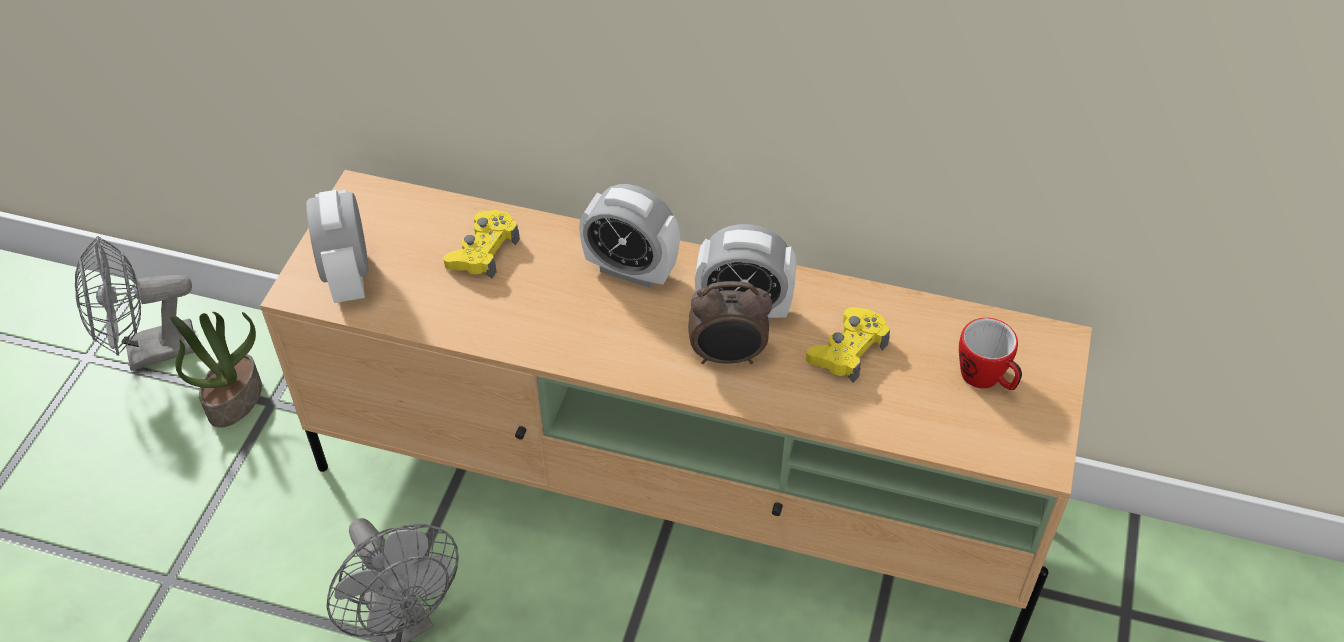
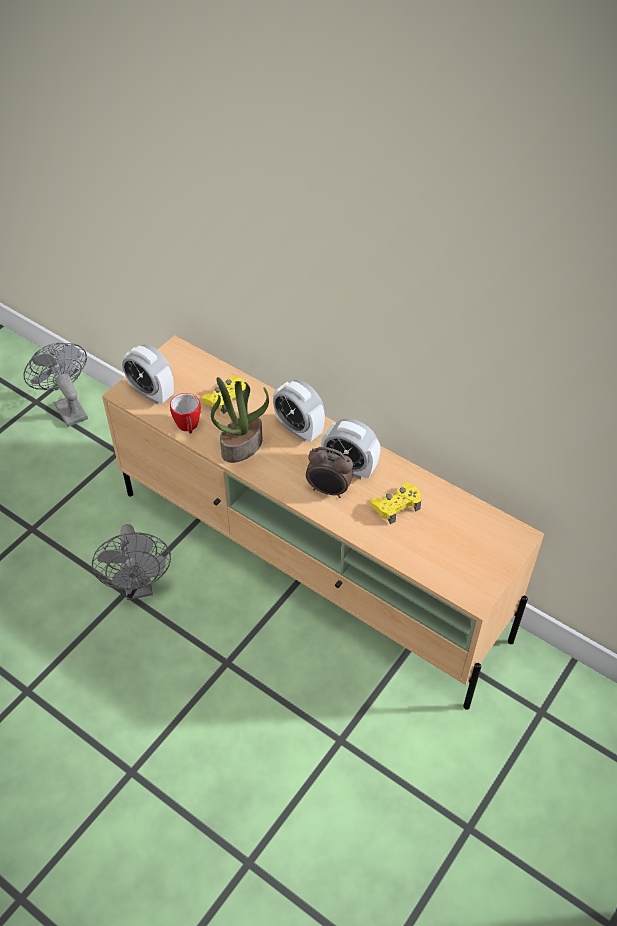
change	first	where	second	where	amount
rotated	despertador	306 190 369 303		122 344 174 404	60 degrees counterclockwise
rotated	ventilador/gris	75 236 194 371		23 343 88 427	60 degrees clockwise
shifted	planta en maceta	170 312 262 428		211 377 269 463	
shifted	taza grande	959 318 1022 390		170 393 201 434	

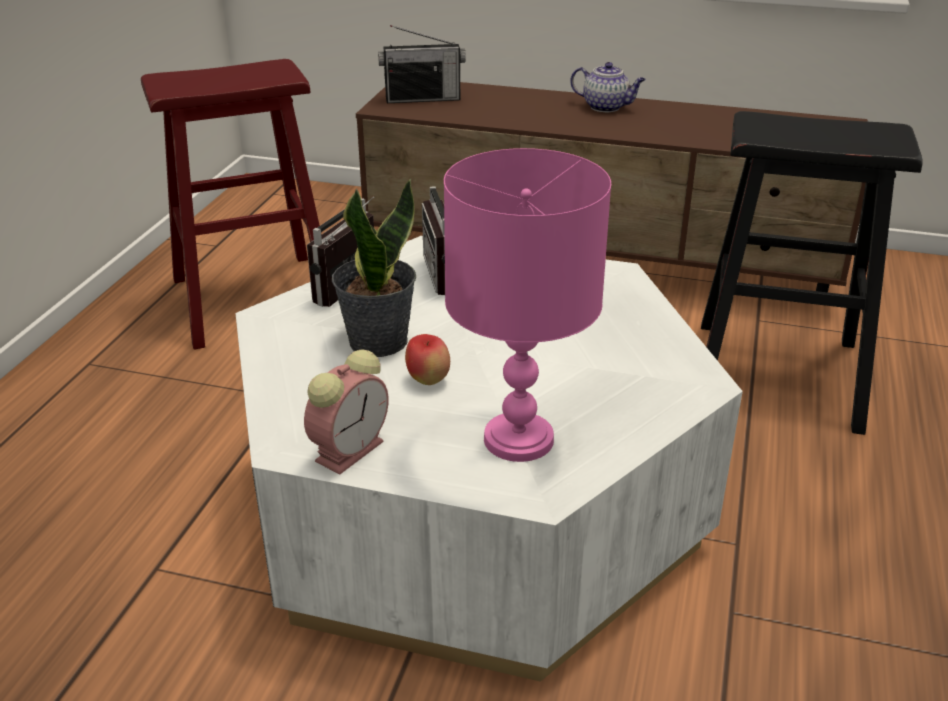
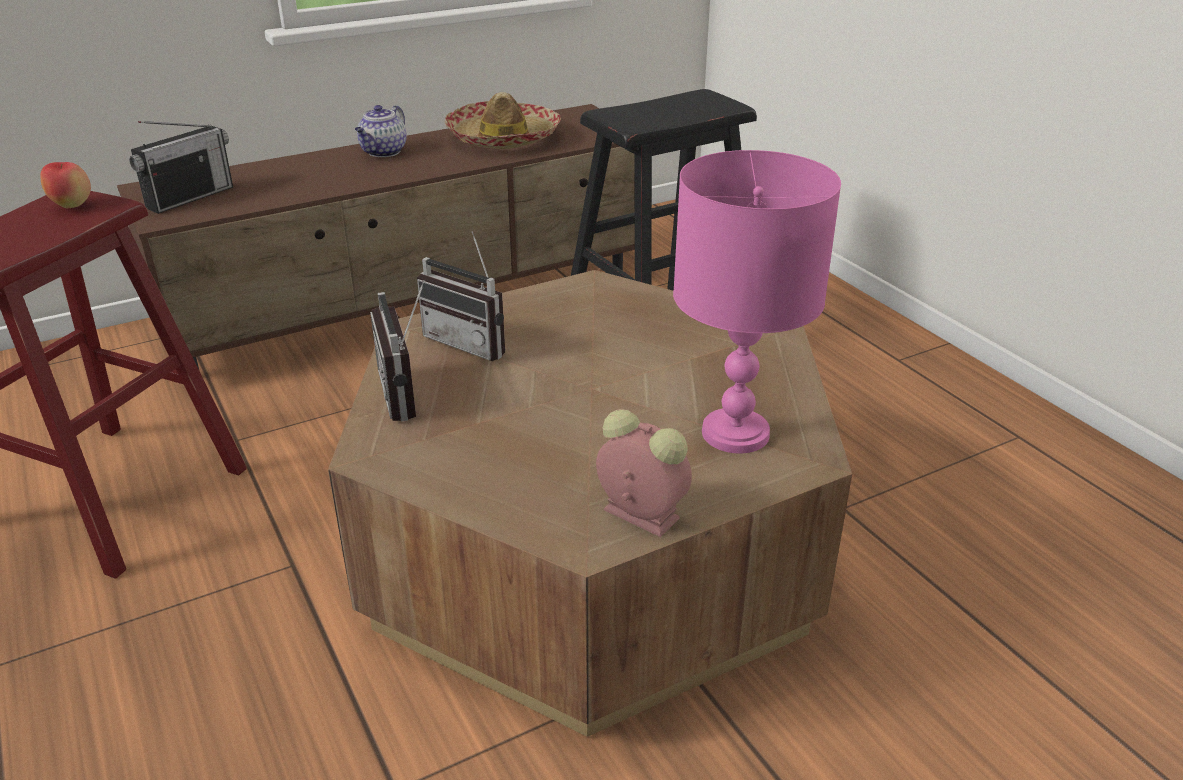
change	first	where	second	where	amount
rotated	tetera	570 62 646 112		355 105 407 157	135 degrees clockwise
gone	planta en maceta	332 179 416 357			
repainted	mesa de centro/blanco	235 236 743 682	mesa de centro/marrón	328 270 852 737	
shifted	manzana	405 334 450 385		40 162 91 208	
rotated	despertador	304 349 389 475		596 409 692 537	45 degrees counterclockwise
new			sombrero	445 92 561 149	

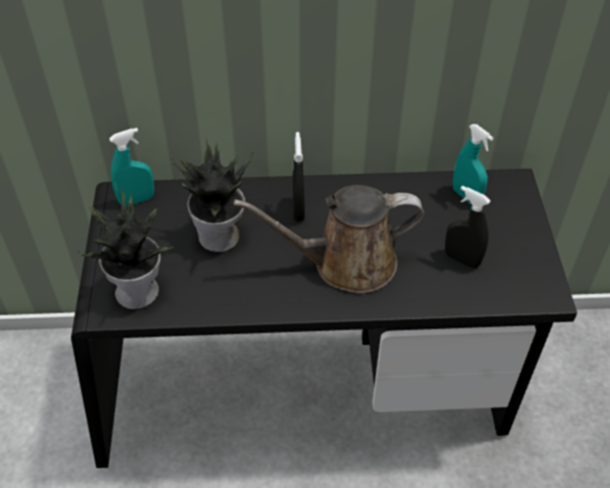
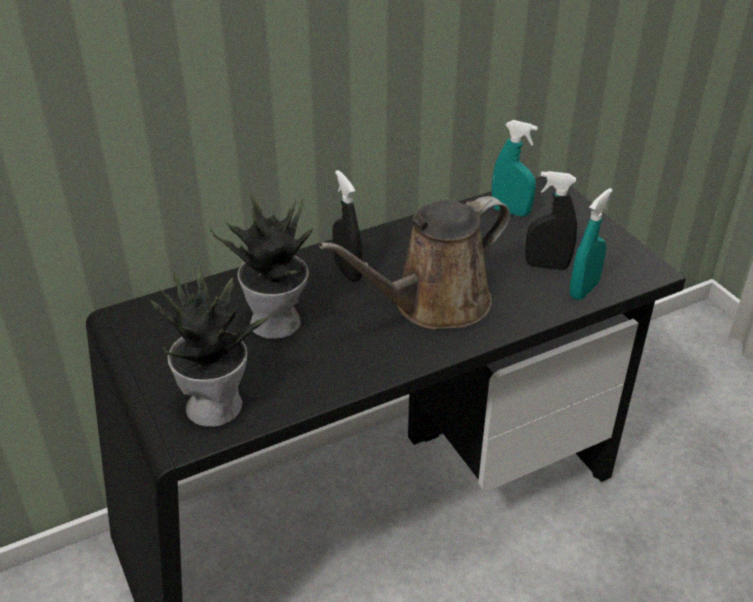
change	first	where	second	where	amount
shifted	pulverizador/turquesa	109 128 154 206		570 188 613 300	

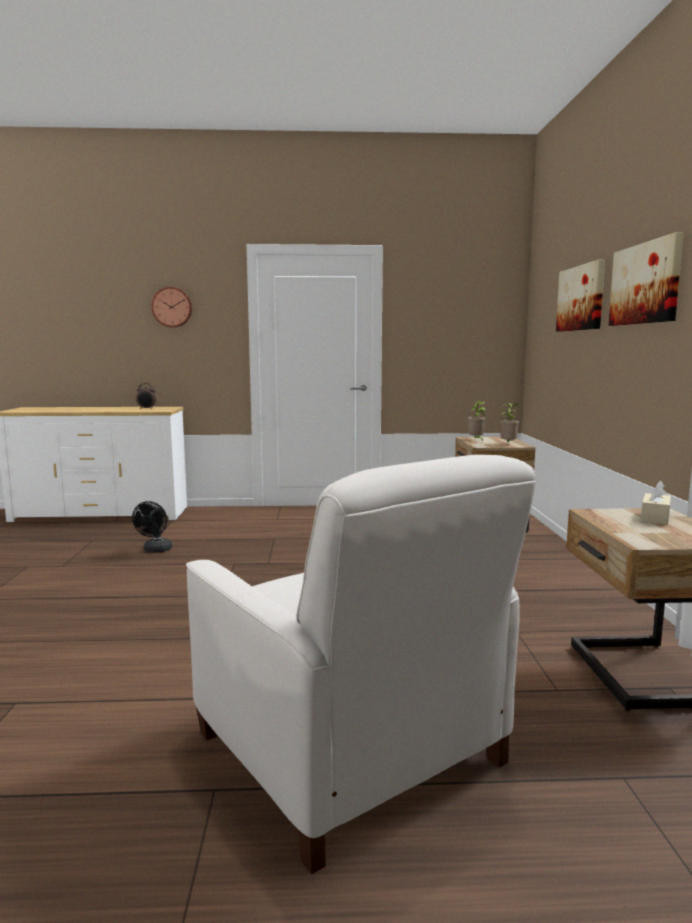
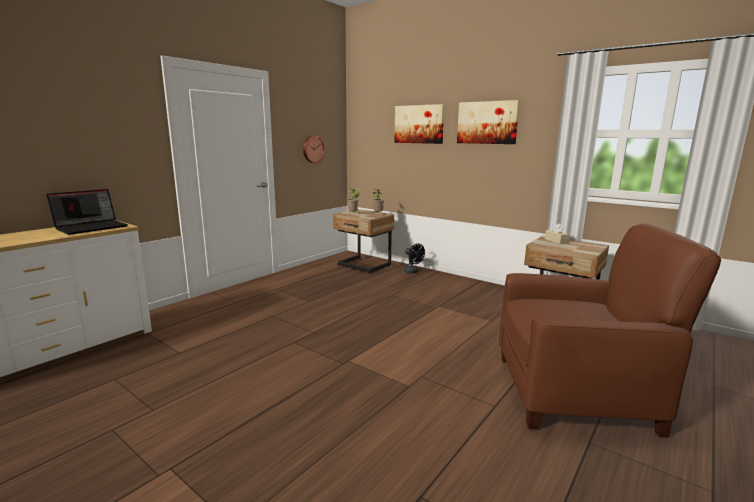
change	first	where	second	where	amount
shifted	reloj de pared	151 287 192 328		303 136 325 163	
swapped	despertador	136 383 156 409	portátil	46 189 128 235	
repainted	sillón/blanco	186 455 536 874	sillón/marrón	499 224 721 438	
shifted	ventilador/negro	132 501 172 553		403 244 425 274	

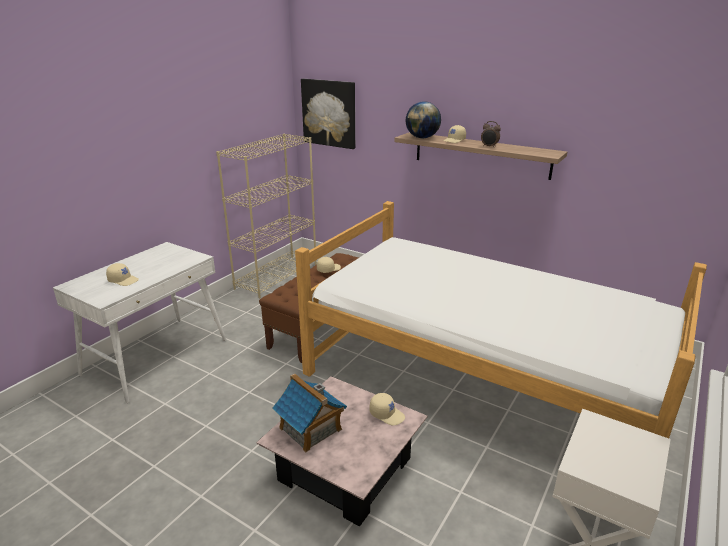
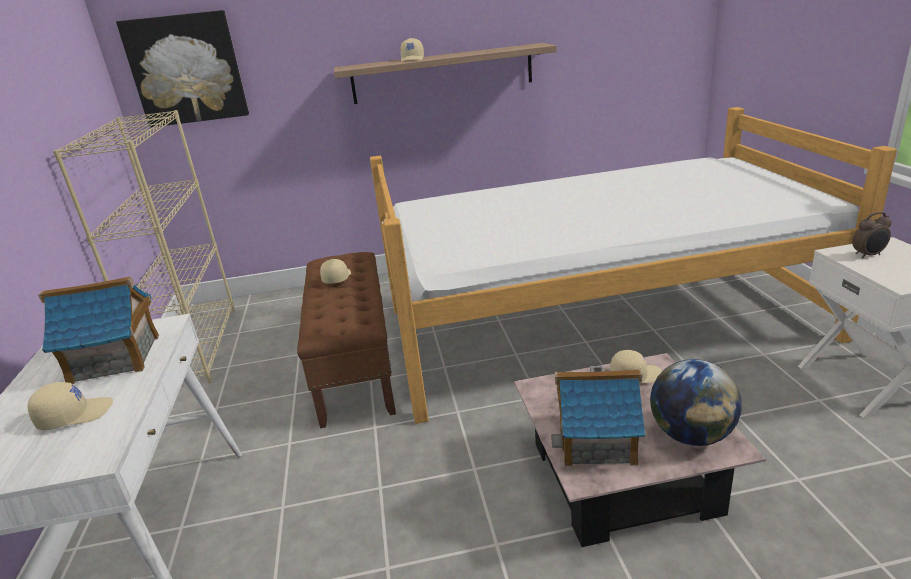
change	first	where	second	where	amount
shifted	globo terráqueo	406 101 441 138		650 359 742 446	
shifted	despertador	481 121 501 147		852 212 892 259	
new			casita	38 276 159 384	

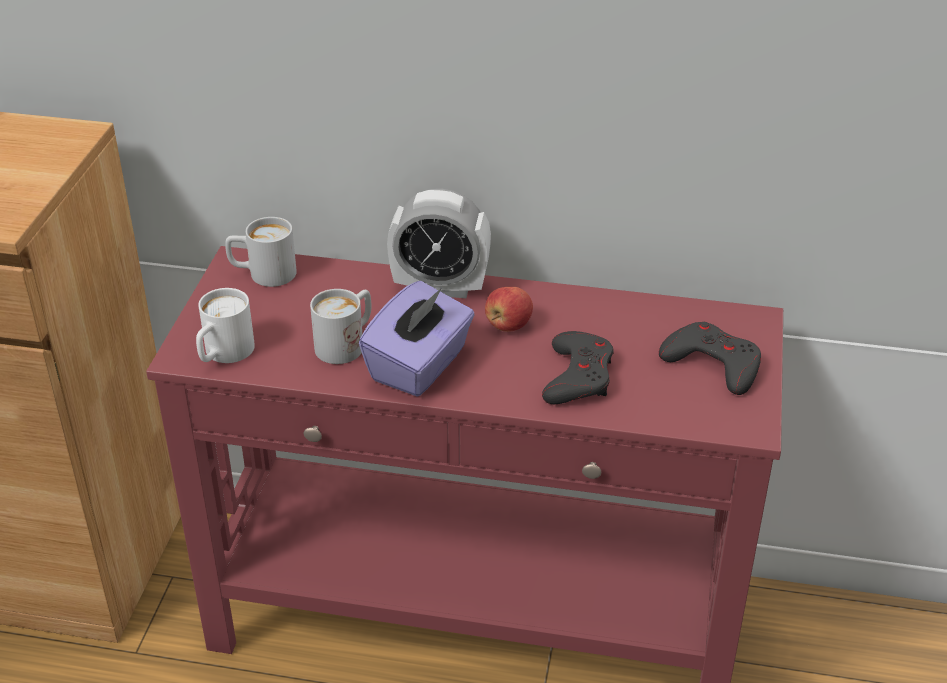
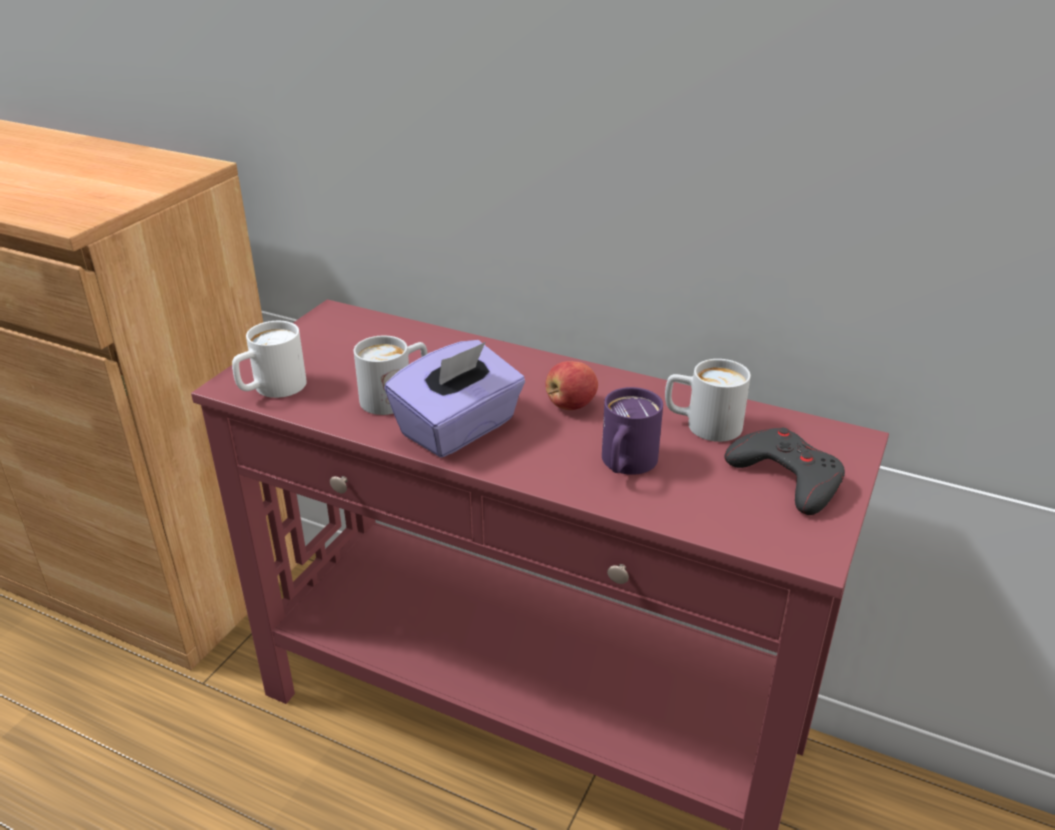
change	first	where	second	where	amount
gone	despertador	387 189 491 298			
shifted	taza grande/blanco	225 217 297 287		665 359 751 442	
swapped	mando de consola/gris	542 331 614 404	taza grande/morado	602 387 663 475	

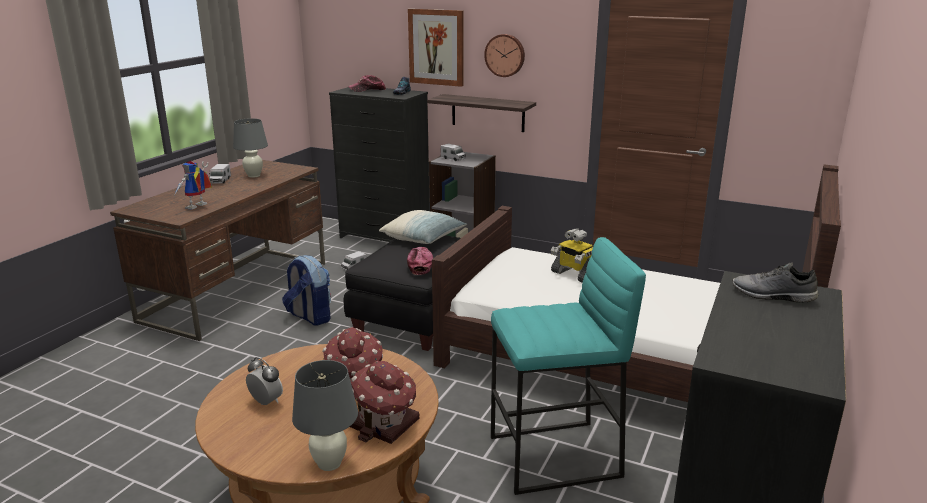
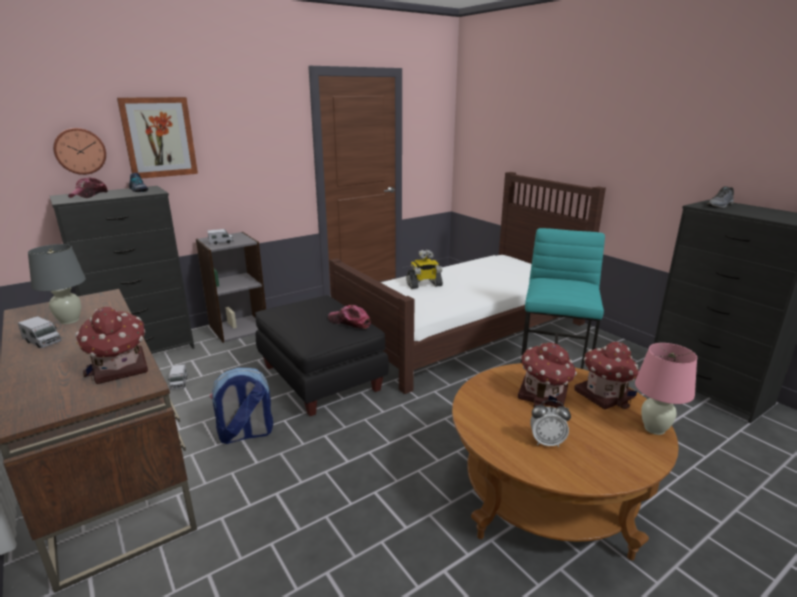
change	first	where	second	where	amount
shifted	reloj de pared	484 34 525 77		53 128 106 175	
gone	estante	427 94 536 132			
swapped	robot de juguete	174 161 212 210	casita	75 306 148 384	
gone	cojín	379 210 467 244			
rotated	despertador	246 357 283 405		530 400 571 447	150 degrees counterclockwise
repainted	lámpara de mesa/gris	292 360 358 471	lámpara de mesa/rosa	635 343 697 435	

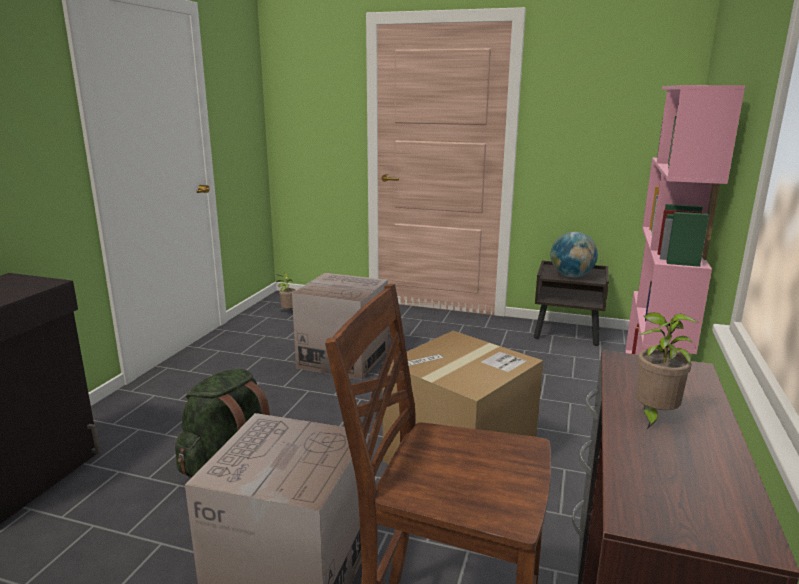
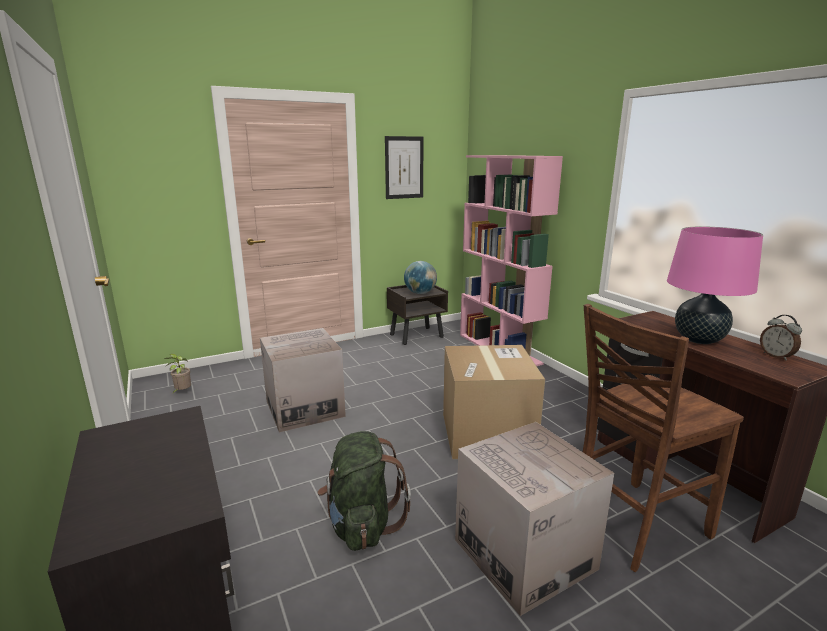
change	first	where	second	where	amount
swapped	planta en maceta	636 312 698 429	lámpara de mesa/rosa	667 227 763 344	
new			cuadro	385 136 424 199	
new			despertador	760 315 802 361	

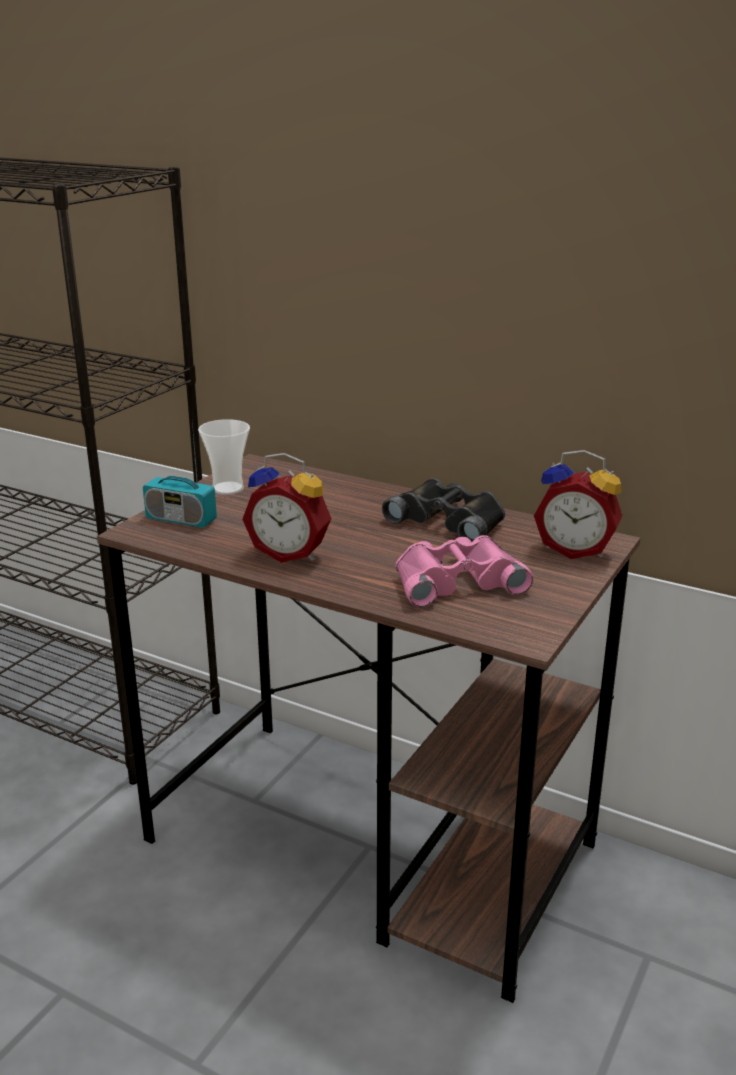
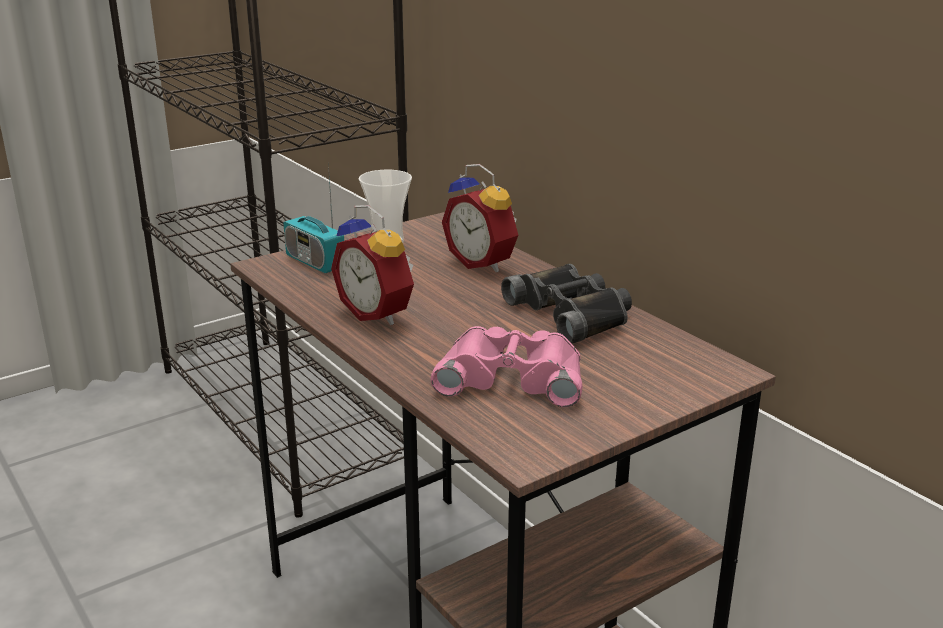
change	first	where	second	where	amount
shifted	despertador	534 450 622 559		442 164 518 273	

